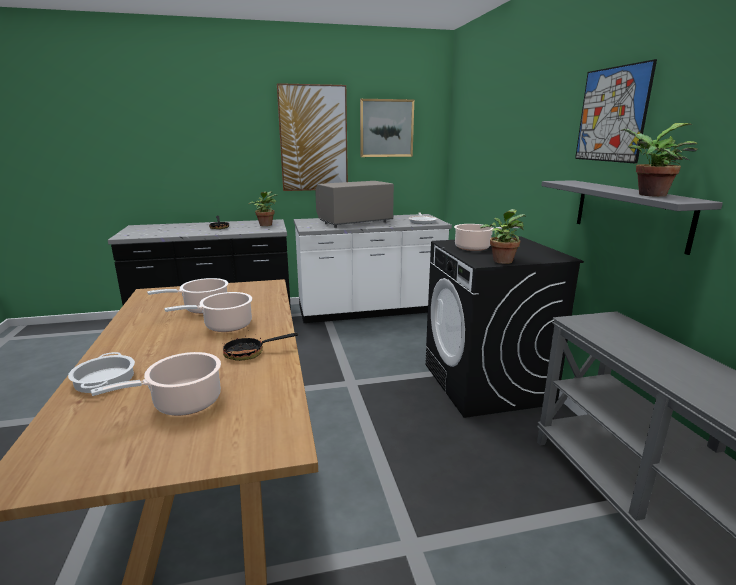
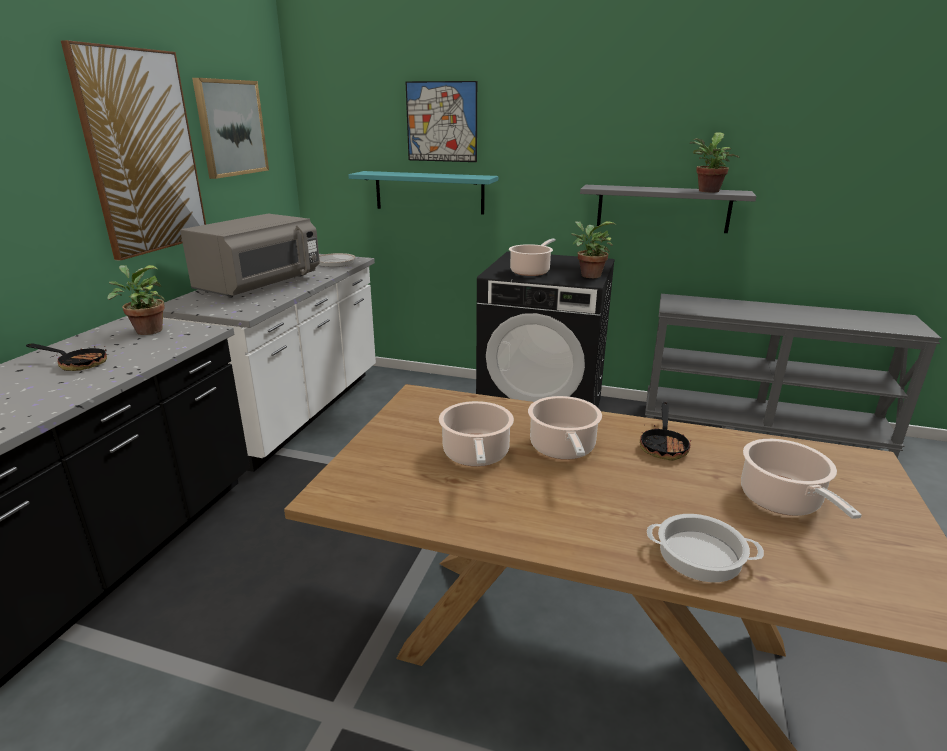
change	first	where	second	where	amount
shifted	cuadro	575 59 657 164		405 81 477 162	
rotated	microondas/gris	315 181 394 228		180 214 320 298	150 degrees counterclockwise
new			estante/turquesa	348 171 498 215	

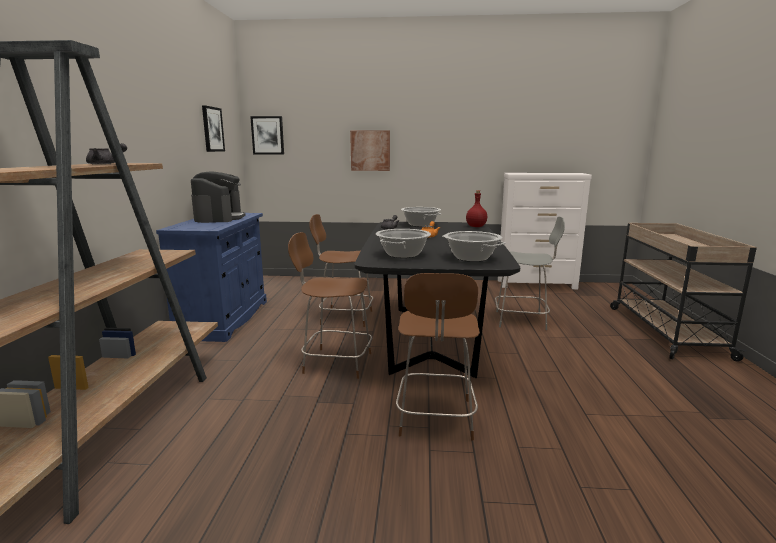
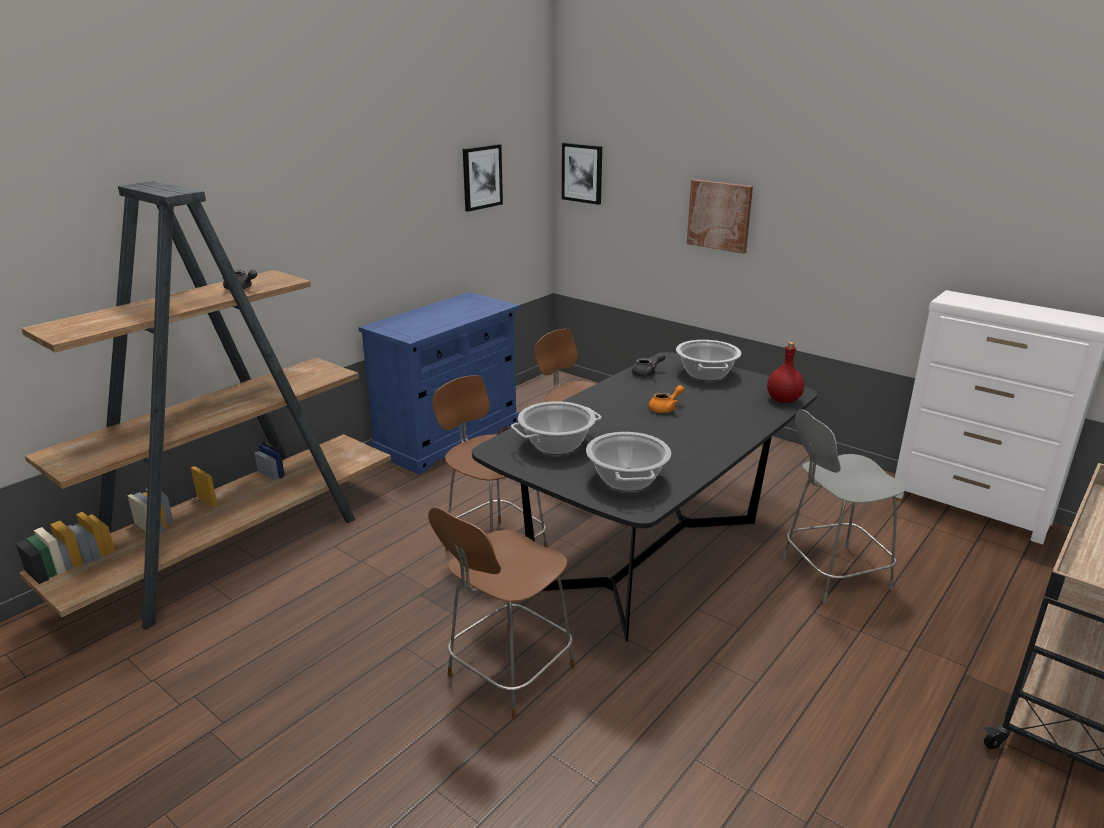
change	first	where	second	where	amount
gone	cafetera	191 171 245 223			
rotated	silla/gris	495 217 565 330		782 410 906 603	120 degrees clockwise

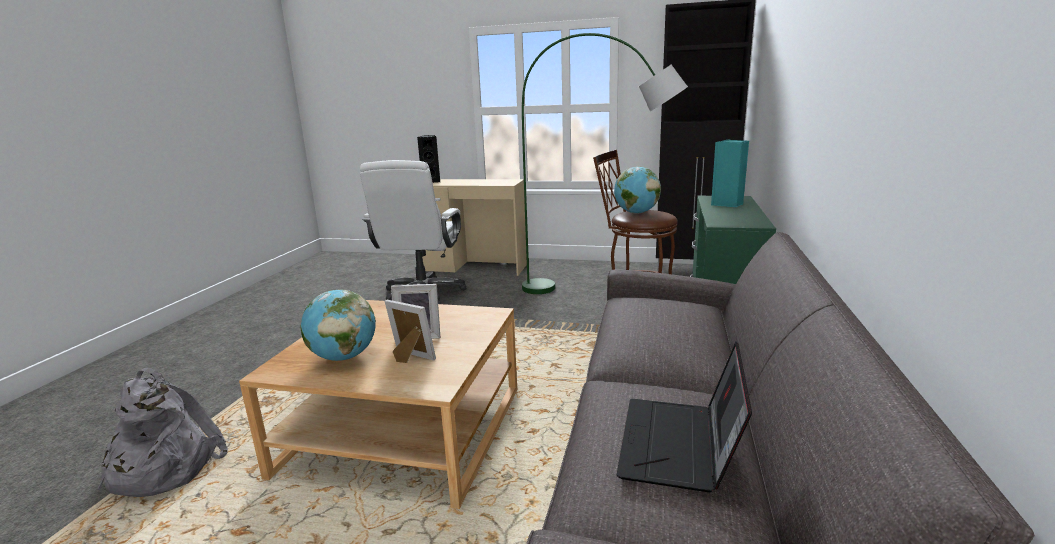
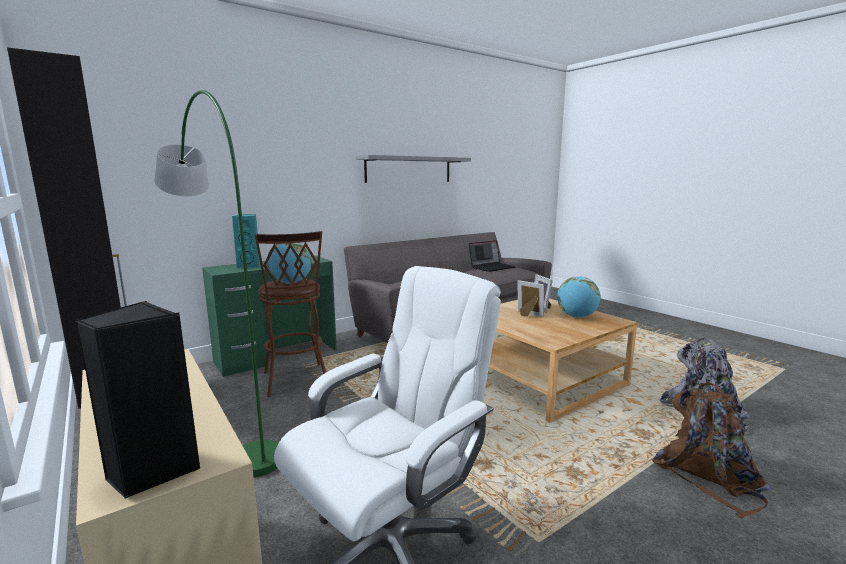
change	first	where	second	where	amount
new			estante/gris	355 155 471 183	
new			mochila/marrón	652 382 772 518	

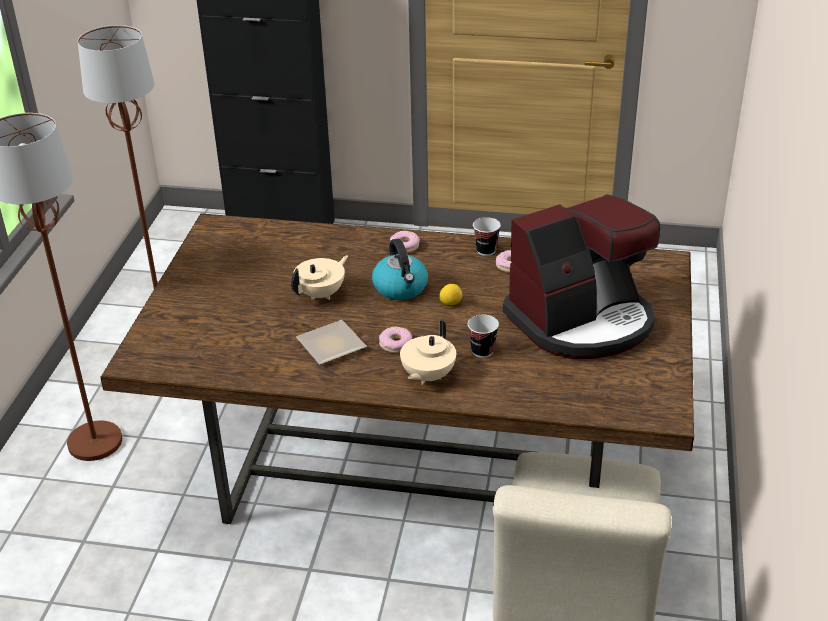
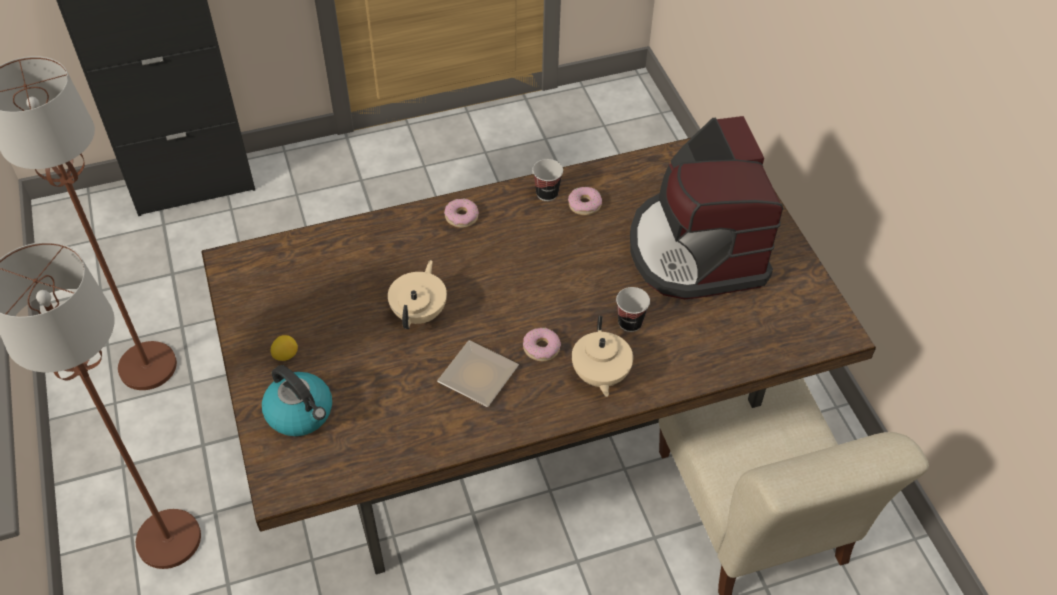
change	first	where	second	where	amount
rotated	cafetera	503 194 660 359		630 116 783 299	135 degrees clockwise
shifted	hervidor	372 238 428 300		262 365 332 436	
shifted	limón	439 284 462 305		270 335 298 361	

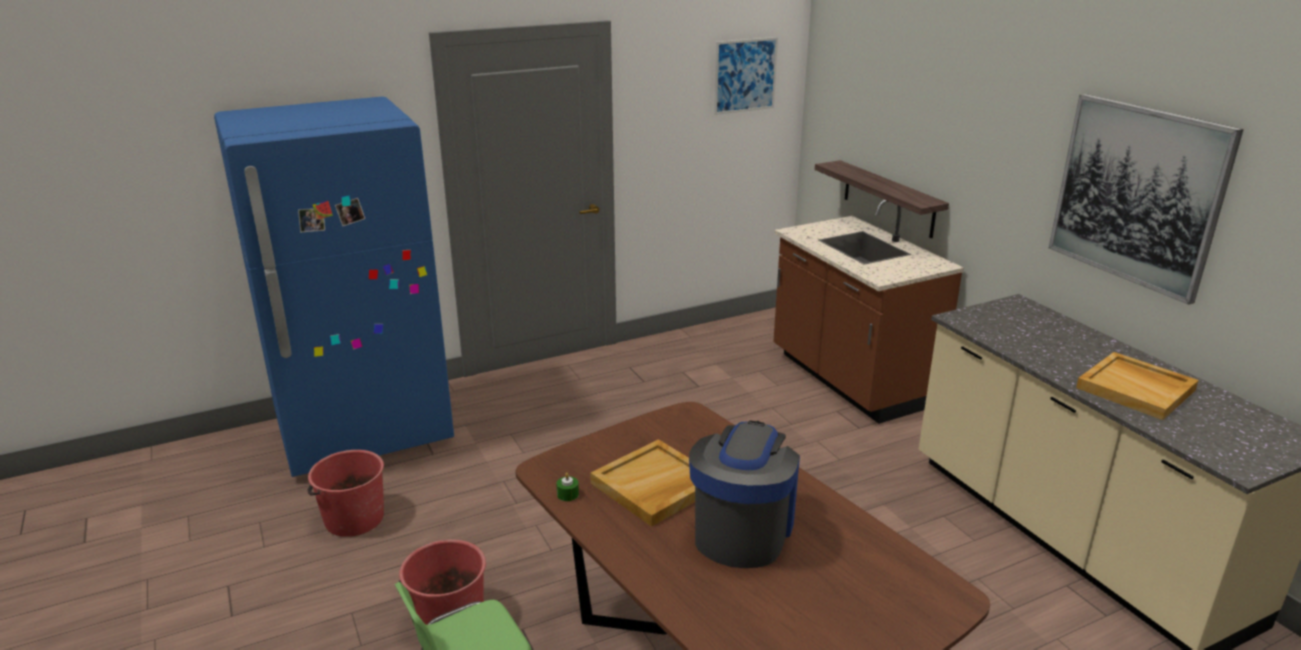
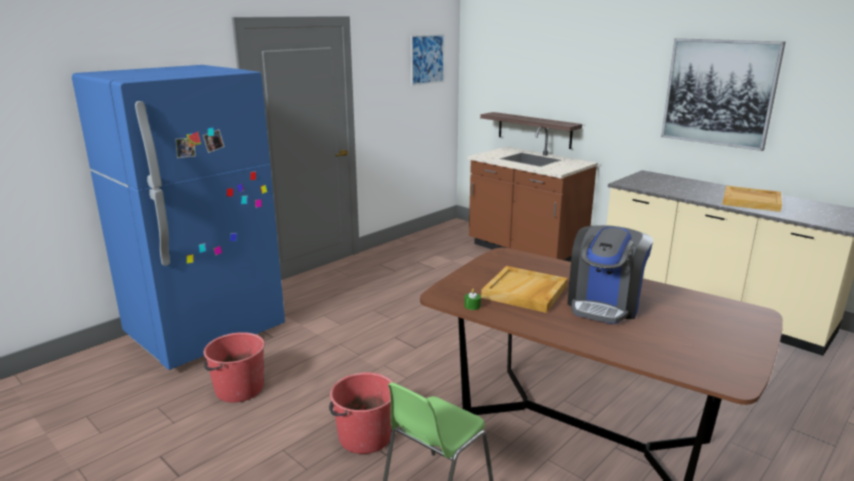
change	first	where	second	where	amount
rotated	cafetera	689 420 800 568		567 225 653 324	150 degrees counterclockwise

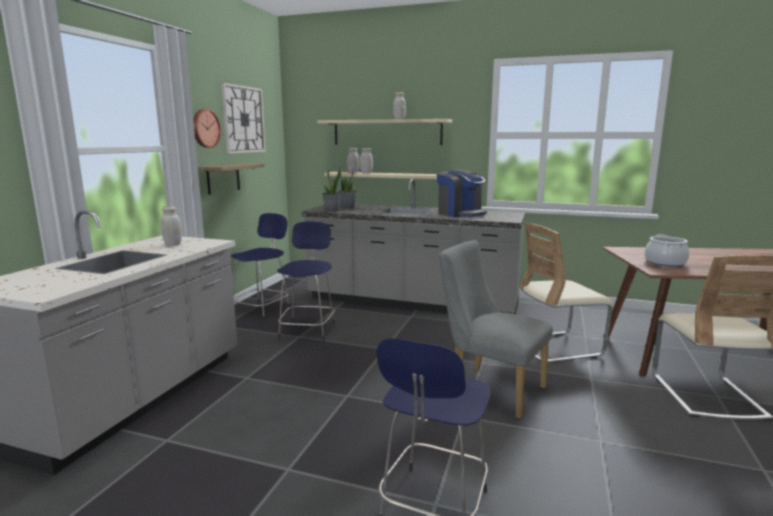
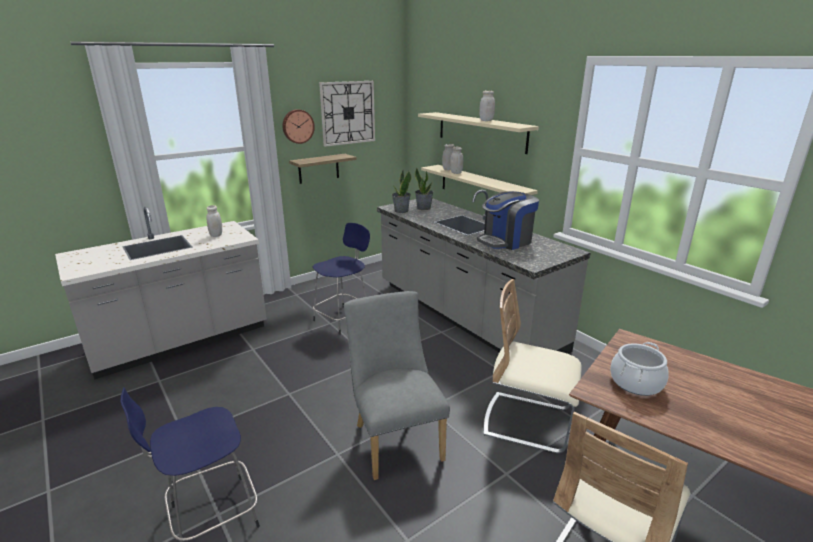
change	first	where	second	where	amount
rotated	cafetera	437 169 487 217		477 191 539 250	60 degrees clockwise
gone	taburete/azul	231 213 290 322			

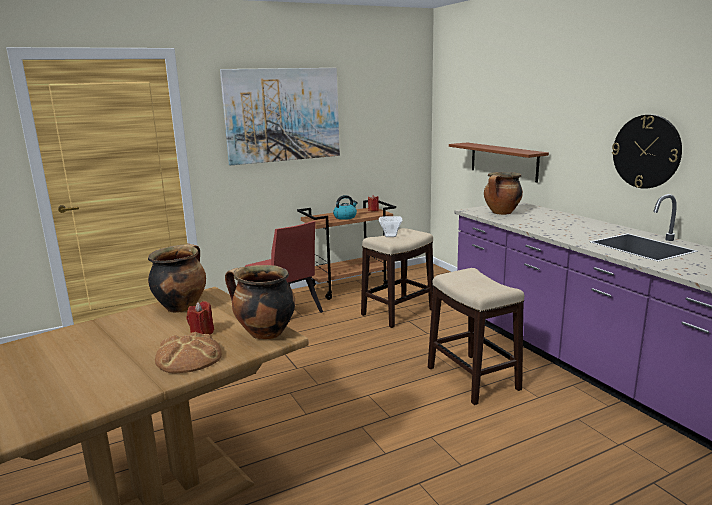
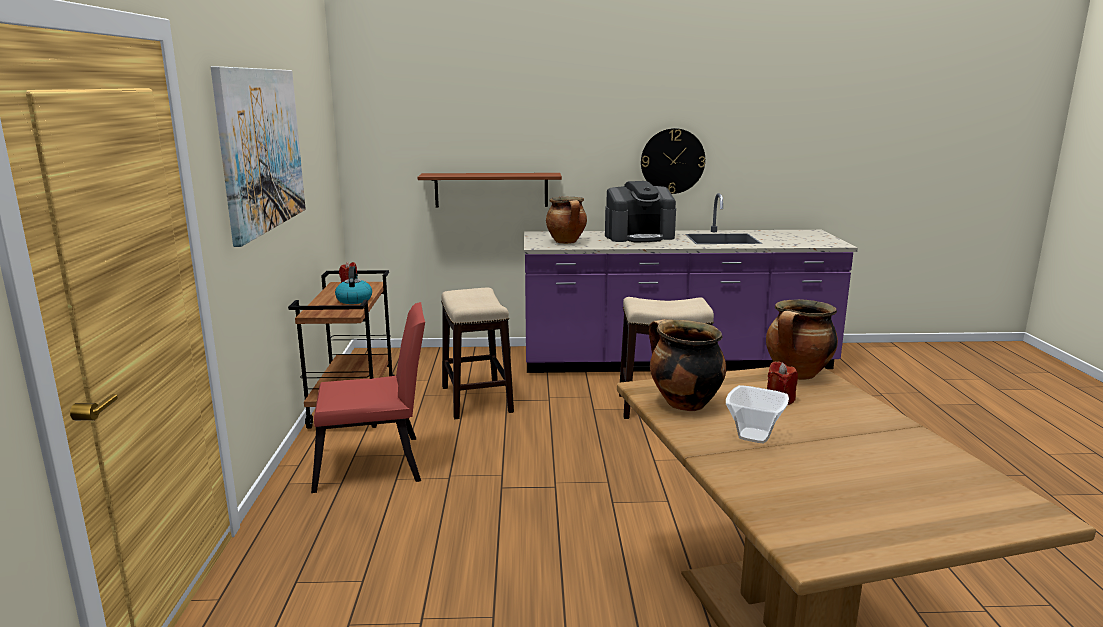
change	first	where	second	where	amount
shifted	cuenco	379 216 402 237		726 385 789 443	
gone	pan	155 332 222 374			
new			cafetera	605 181 676 243	

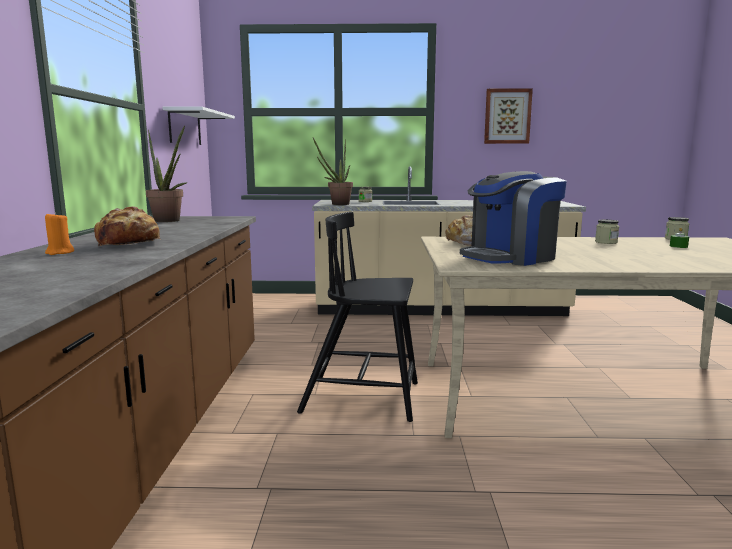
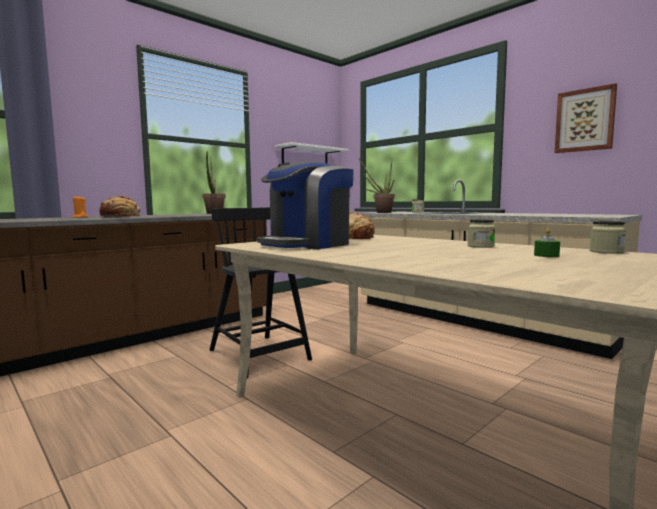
change	first	where	second	where	amount
rotated	cafetera	460 171 567 266		257 162 354 249	60 degrees counterclockwise

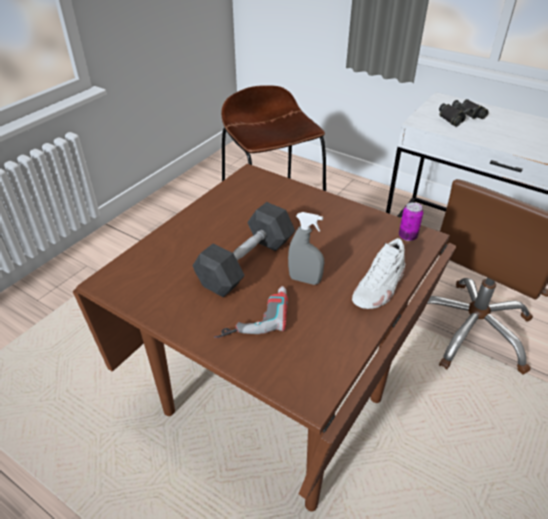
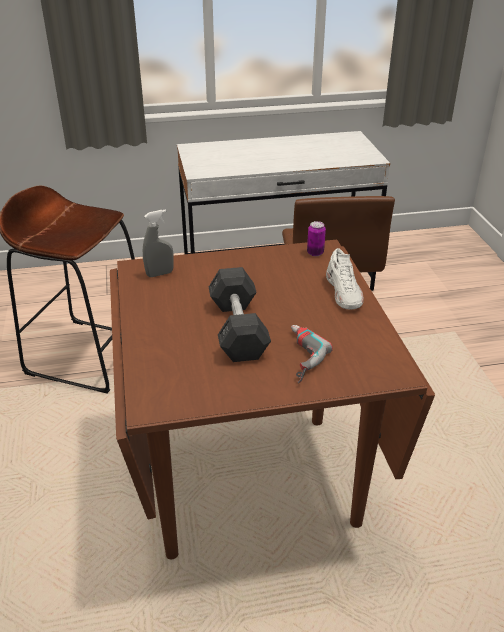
change	first	where	second	where	amount
gone	prismáticos/negro	439 99 489 127			
shifted	pulverizador/gris	288 212 324 285		143 210 174 277	

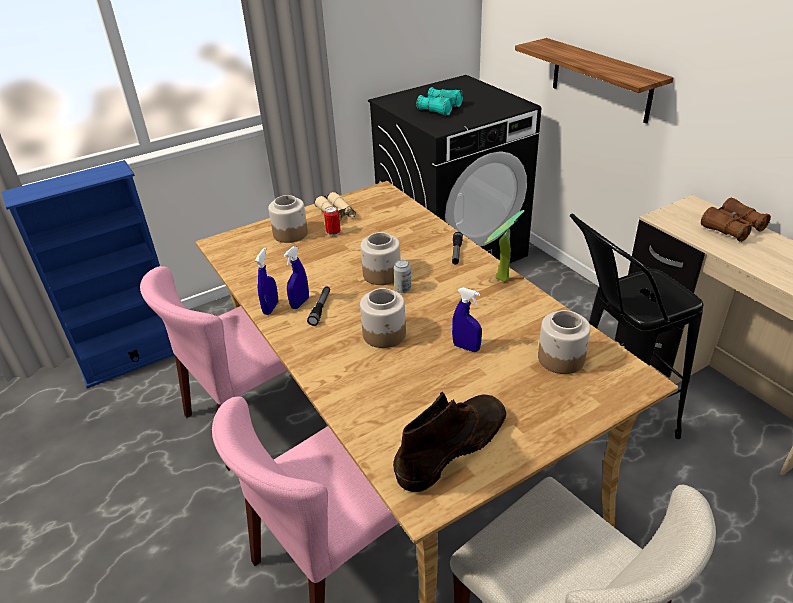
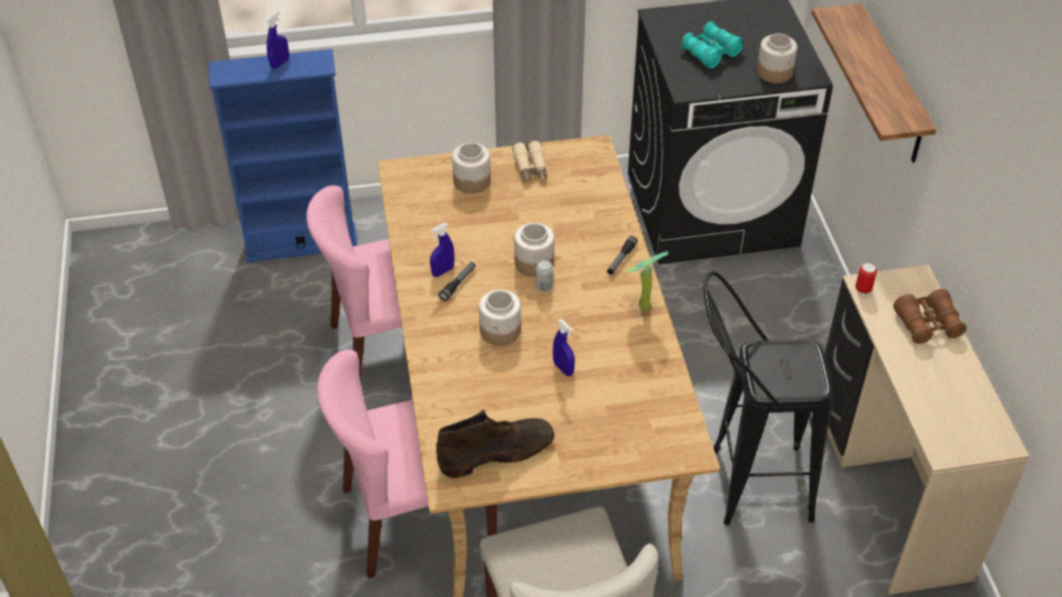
change	first	where	second	where	amount
shifted	lata	324 206 341 236		855 263 877 294	
shifted	pulverizador/azul	255 248 278 315		266 11 289 69	
shifted	tarro	538 310 590 374		757 33 797 83	

